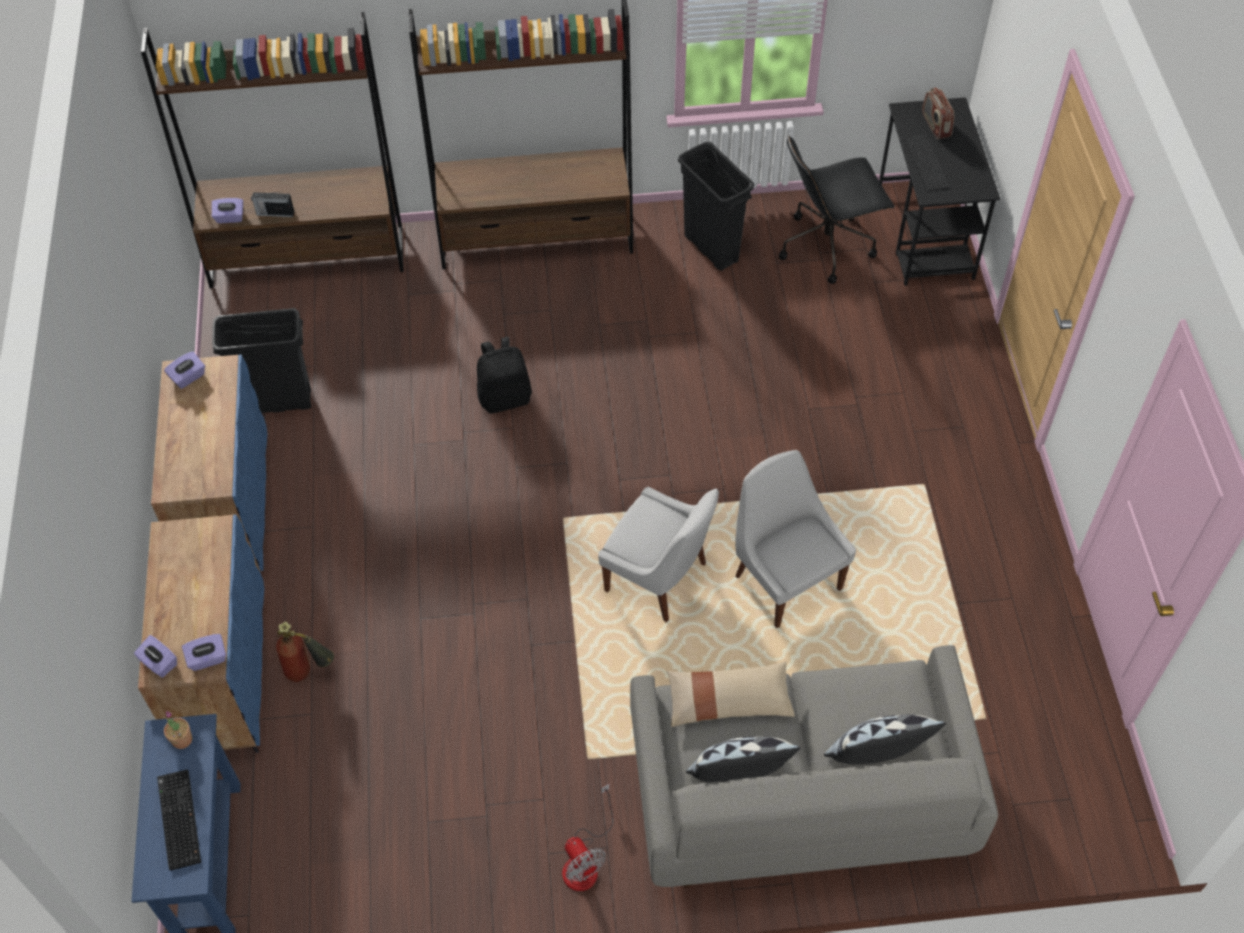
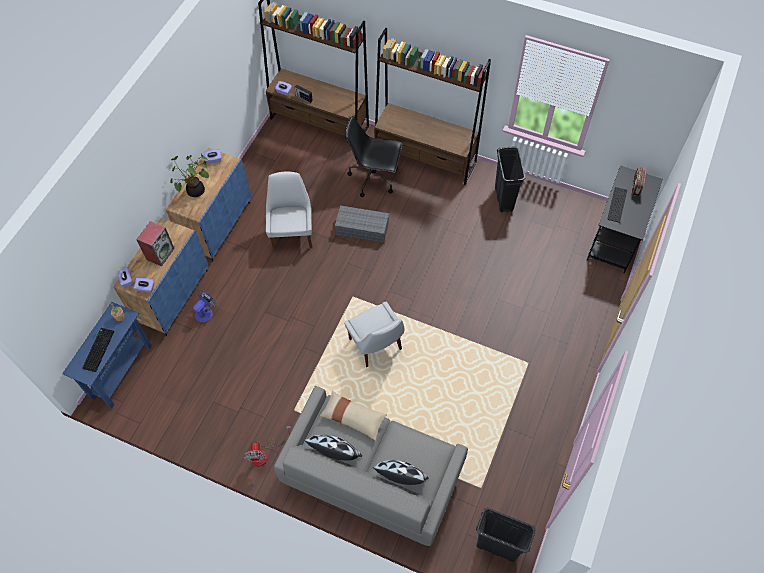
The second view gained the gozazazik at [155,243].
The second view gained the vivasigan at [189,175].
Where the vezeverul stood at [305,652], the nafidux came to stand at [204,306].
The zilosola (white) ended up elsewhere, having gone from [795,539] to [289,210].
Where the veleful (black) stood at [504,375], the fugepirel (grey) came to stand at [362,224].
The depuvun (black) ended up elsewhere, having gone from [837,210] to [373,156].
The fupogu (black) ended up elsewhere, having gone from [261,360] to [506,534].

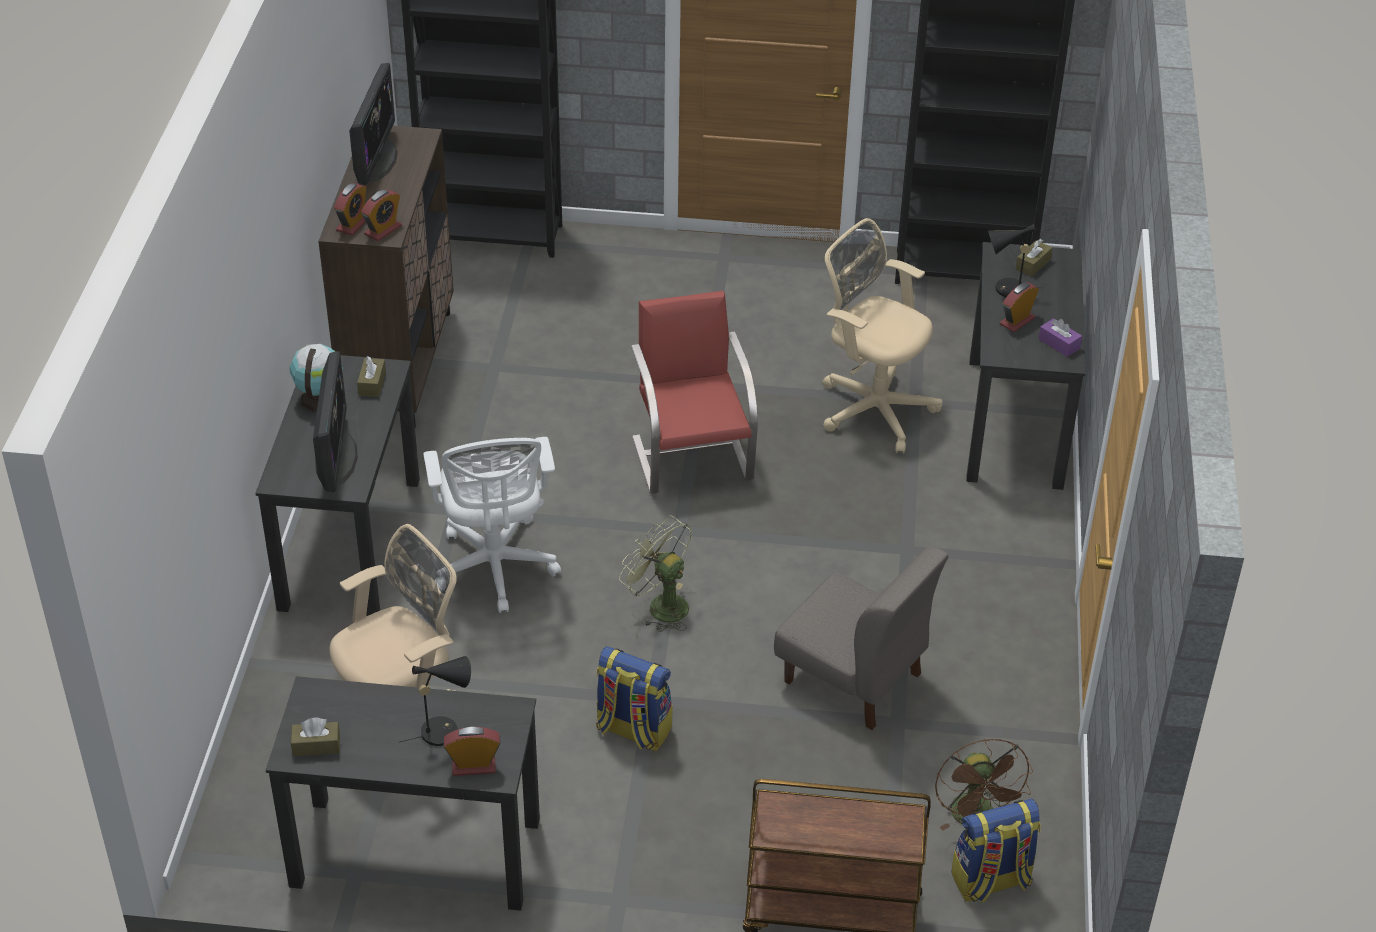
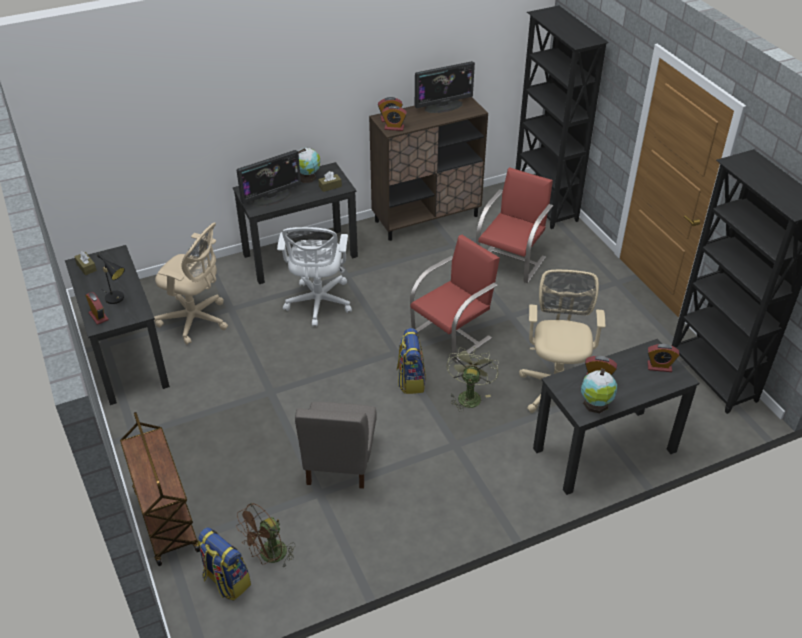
The depuvun (white) at [492,525] ended up facing another way, 45 degrees counterclockwise from before.
The veleful ended up elsewhere, having gone from [634,698] to [411,361].
The nafidux (green) ended up elsewhere, having gone from [655,573] to [473,379].
The second view gained the zilosola (red) at [514,225].
Where the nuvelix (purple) stood at [1060,337], the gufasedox came to stand at [599,391].
Where the nuvelix (brown) stood at [1033,258], the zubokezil came to stand at [663,358].
The second view lost the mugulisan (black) at [1015,260].

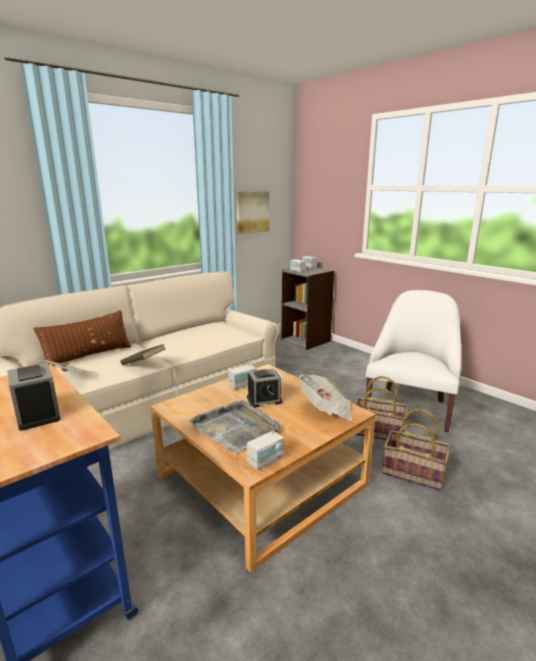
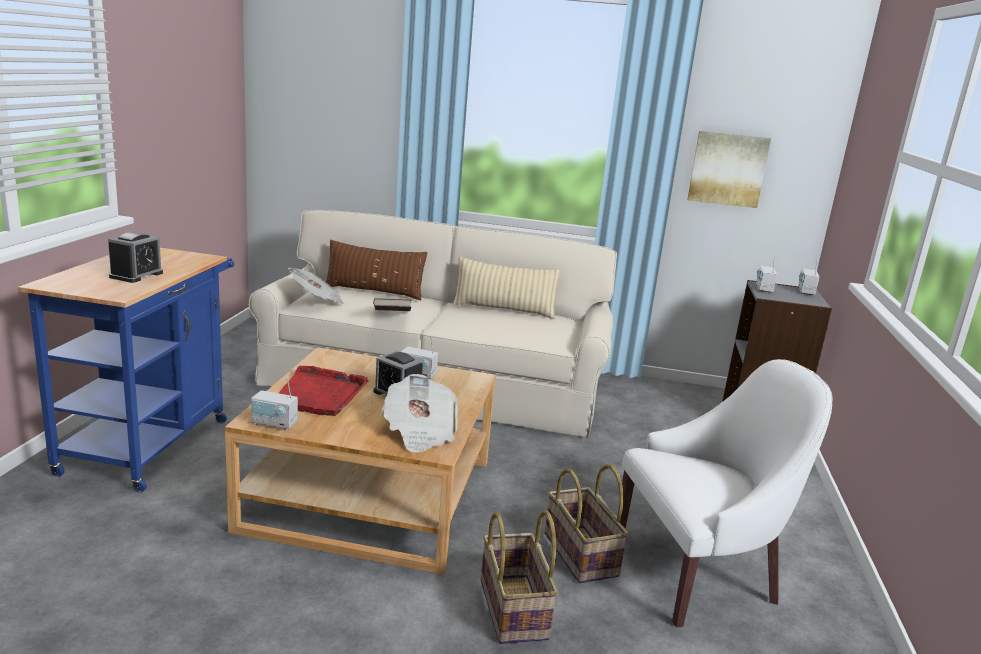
What was the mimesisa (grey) at [234,426] turned into the mimesisa (red) at [324,391].
The second view gained the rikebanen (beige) at [507,288].

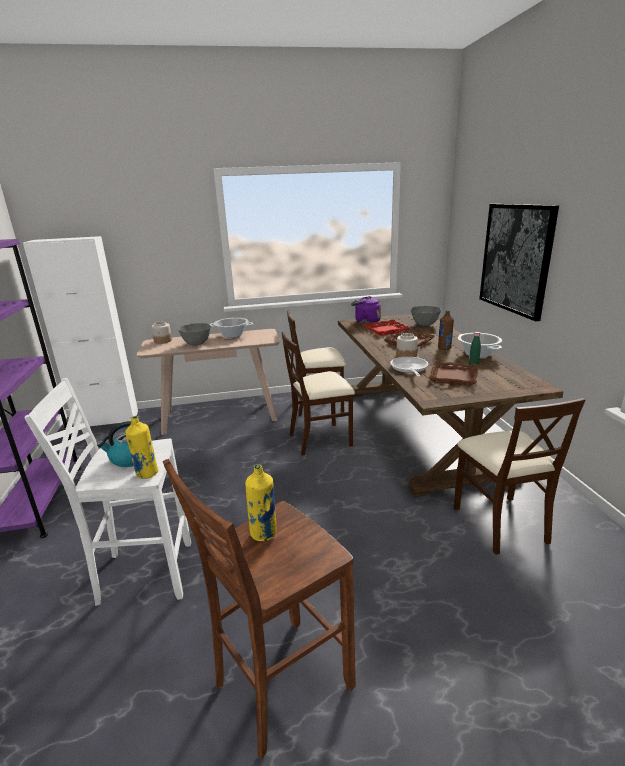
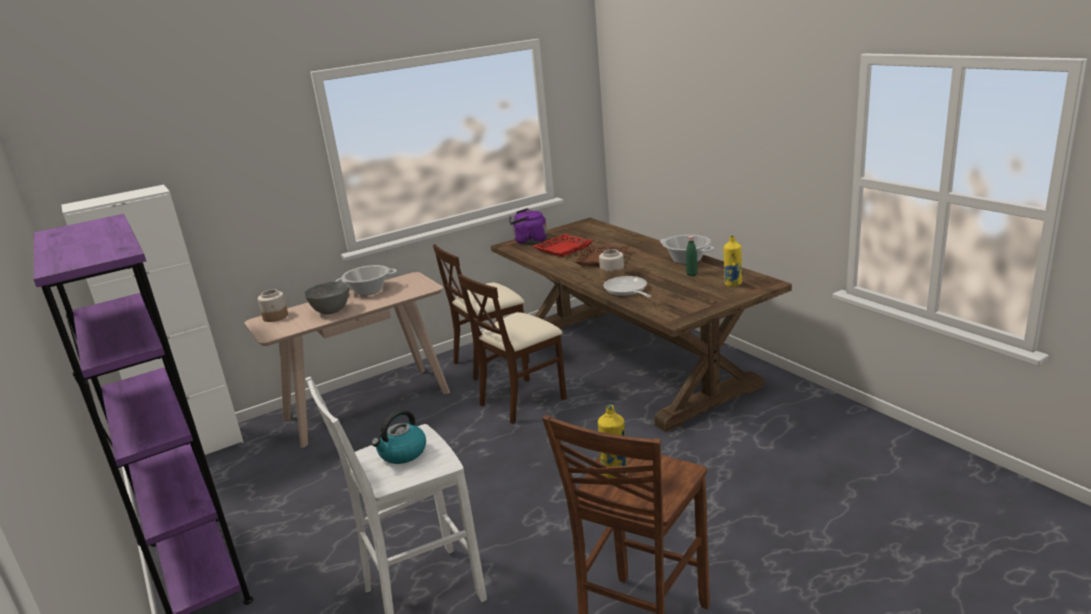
The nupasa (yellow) ended up elsewhere, having gone from [142,447] to [733,261].
The second view lost the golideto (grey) at [426,316].
The second view lost the mimesisa (brown) at [453,373].
The second view lost the nupasa (brown) at [446,330].
The second view lost the zilosola (beige) at [519,476].
The second view lost the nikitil at [519,262].

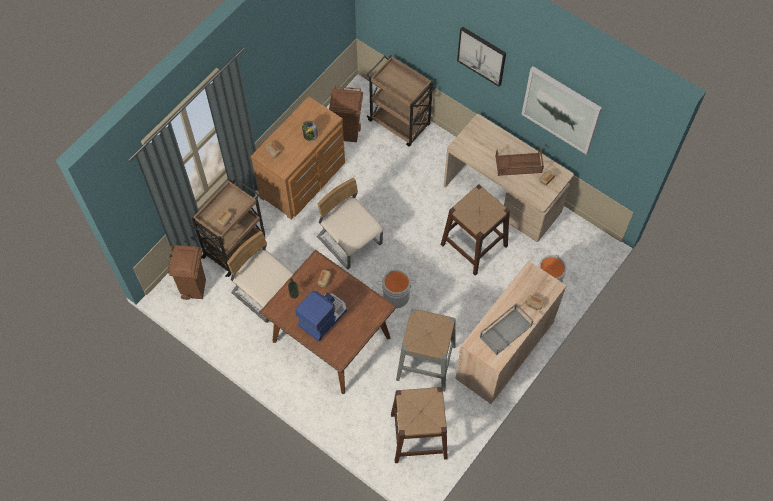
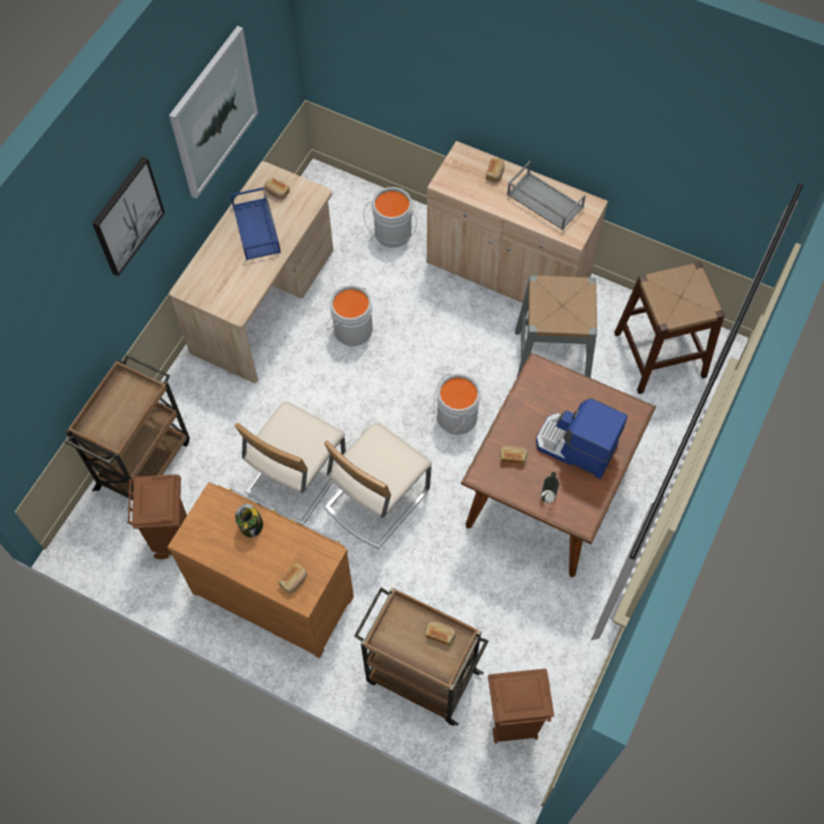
What was the mimesisa (brown) at [519,161] turned into the mimesisa (blue) at [255,223].
The zilosola (beige) ended up elsewhere, having gone from [260,277] to [290,463].
Where the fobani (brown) stood at [475,230], the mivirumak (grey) came to stand at [349,315].

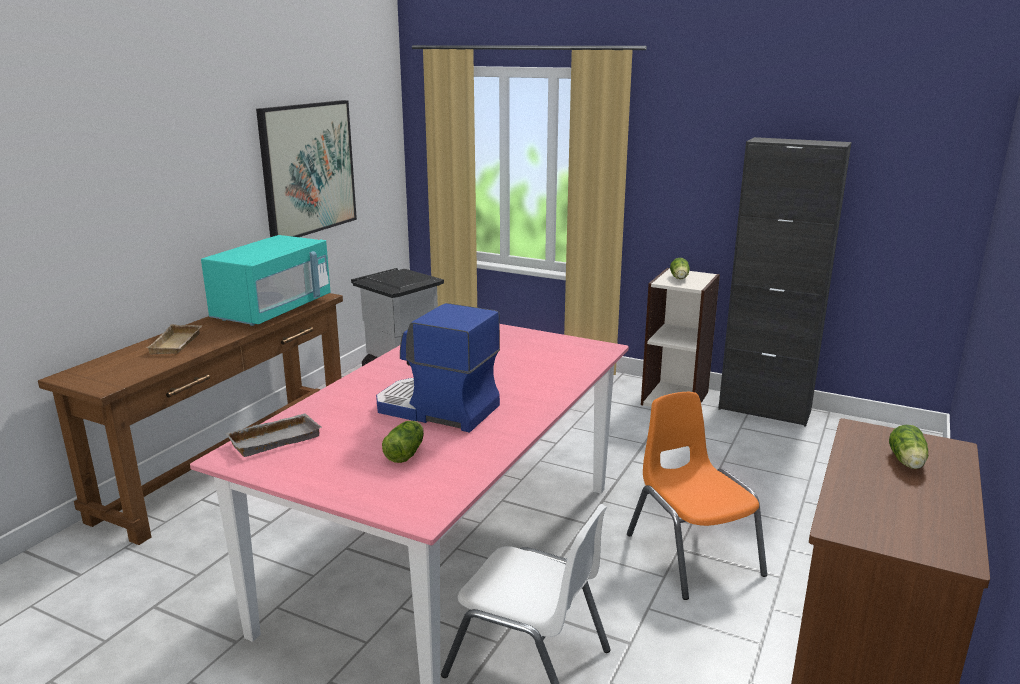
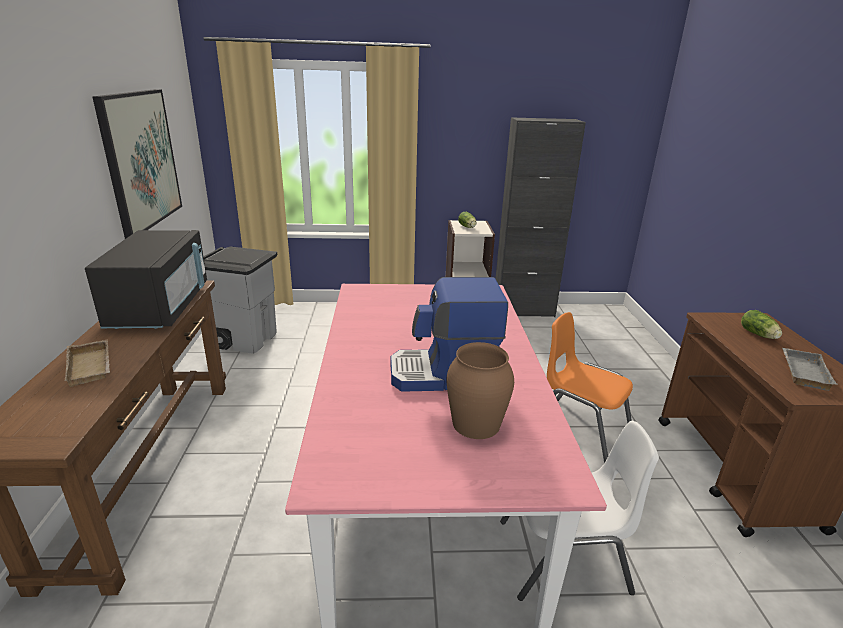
What was the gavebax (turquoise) at [265,280] turned into the gavebax (black) at [146,279].
Where the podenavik stood at [403,442], the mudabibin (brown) came to stand at [480,390].
The mimesisa (grey) ended up elsewhere, having gone from [273,435] to [810,369].

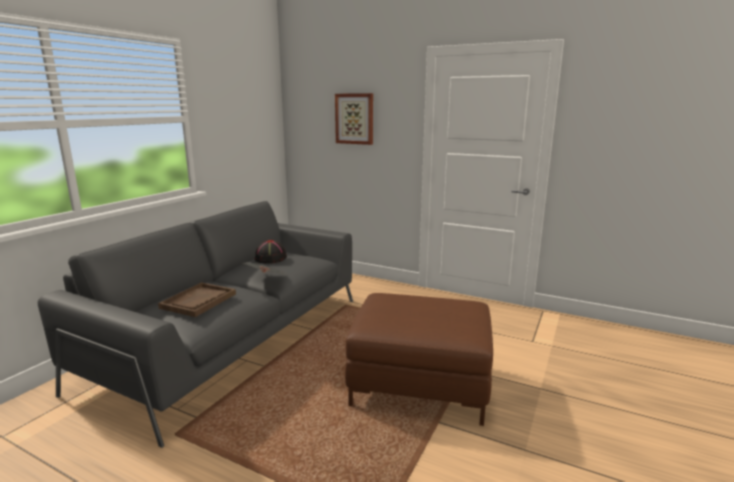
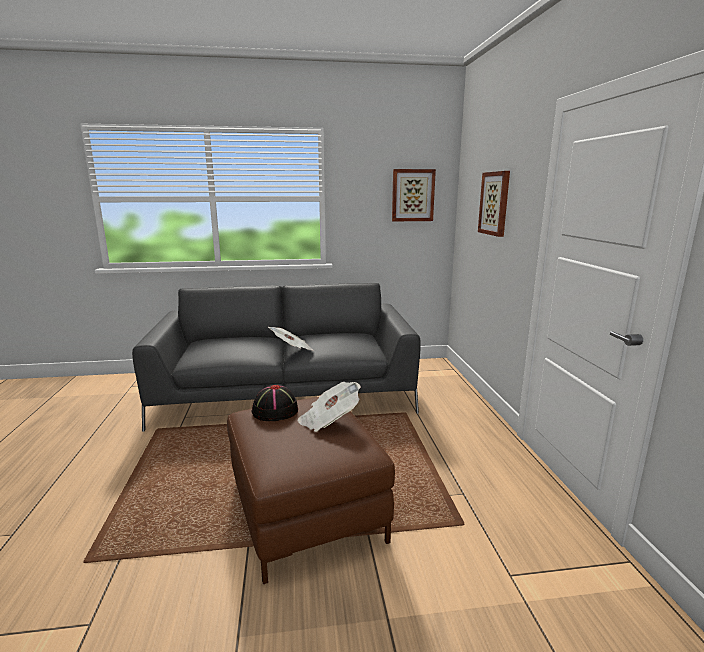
The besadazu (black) ended up elsewhere, having gone from [271,252] to [274,403].
The second view gained the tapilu at [329,407].
The second view gained the nikitil at [414,195].
The second view lost the mimesisa (brown) at [197,299].

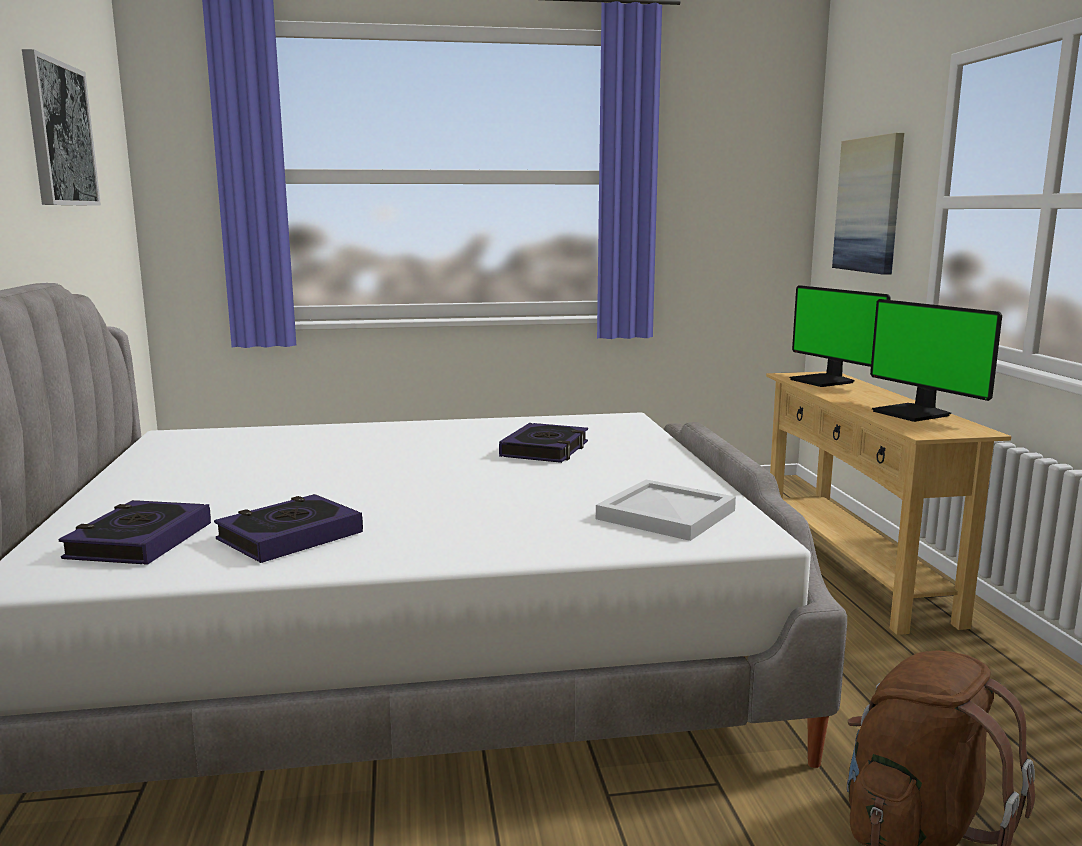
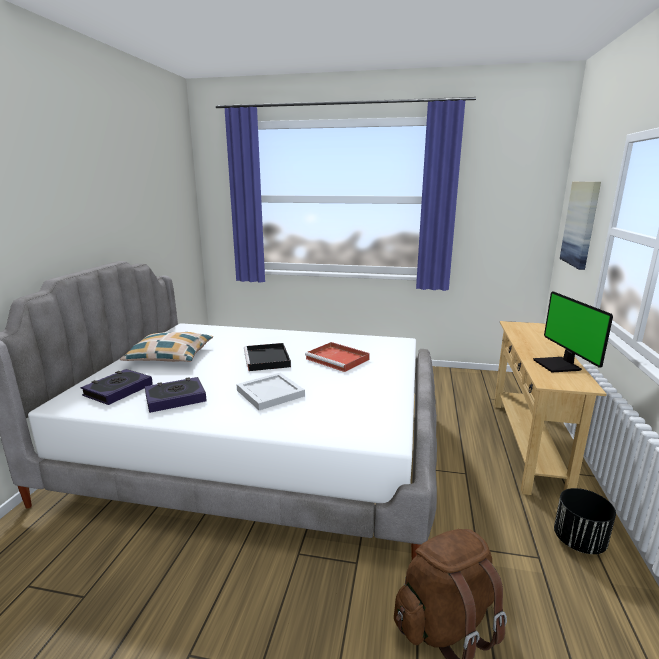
The second view gained the rikebanen at [166,347].
The mimesisa (white) ended up elsewhere, having gone from [666,510] to [270,391].
The second view gained the mimesisa (black) at [267,357].
Where the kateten stood at [543,443], the mimesisa (red) came to stand at [337,357].
The second view gained the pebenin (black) at [585,521].
The second view lost the nikitil at [61,127].
The second view lost the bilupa at [840,336].

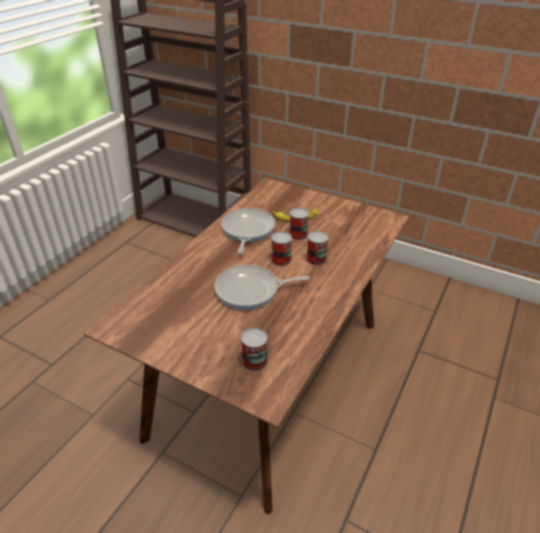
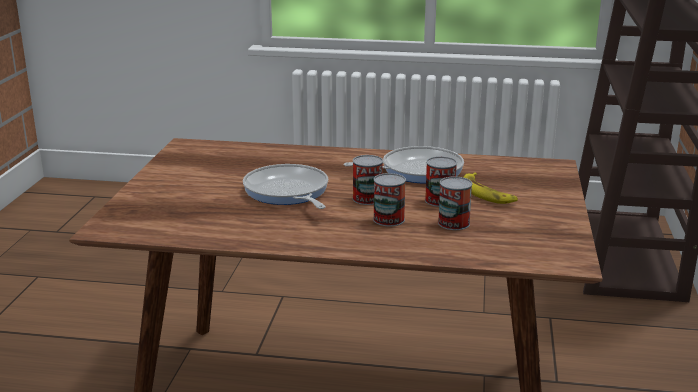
The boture ended up elsewhere, having gone from [254,350] to [455,203].

